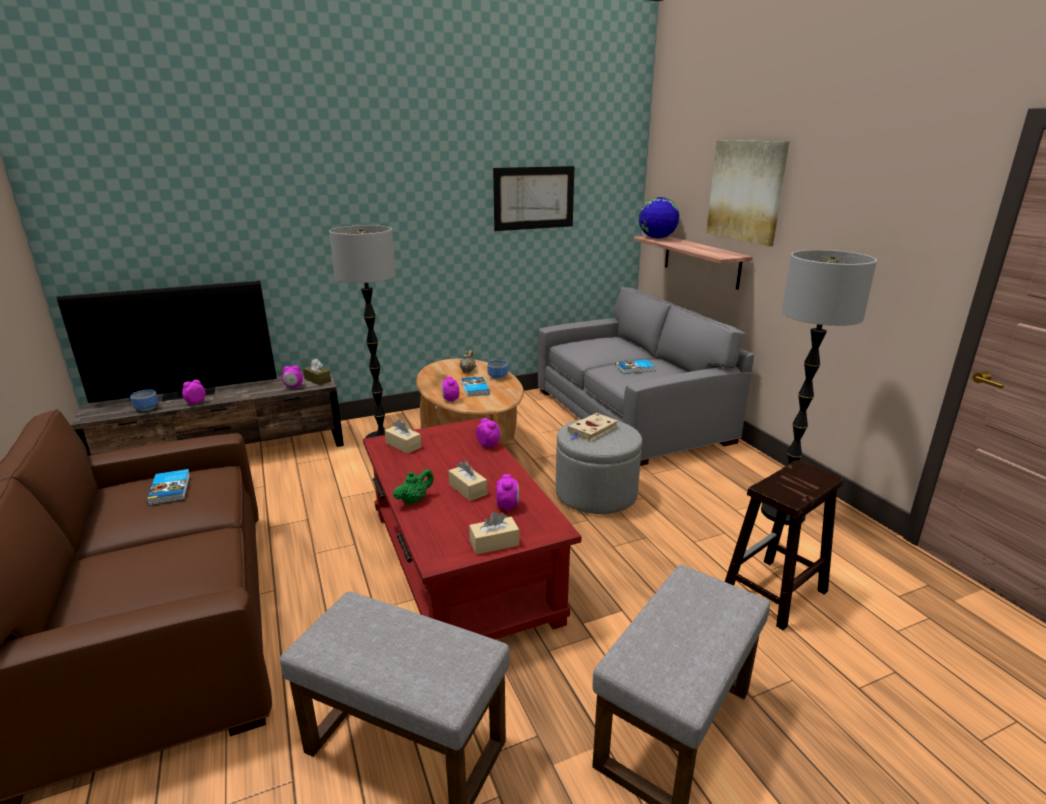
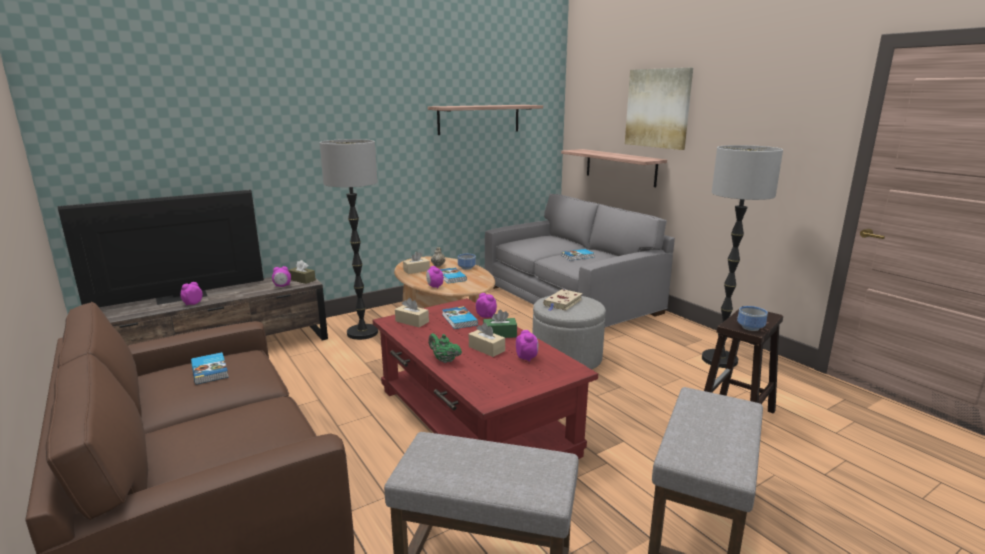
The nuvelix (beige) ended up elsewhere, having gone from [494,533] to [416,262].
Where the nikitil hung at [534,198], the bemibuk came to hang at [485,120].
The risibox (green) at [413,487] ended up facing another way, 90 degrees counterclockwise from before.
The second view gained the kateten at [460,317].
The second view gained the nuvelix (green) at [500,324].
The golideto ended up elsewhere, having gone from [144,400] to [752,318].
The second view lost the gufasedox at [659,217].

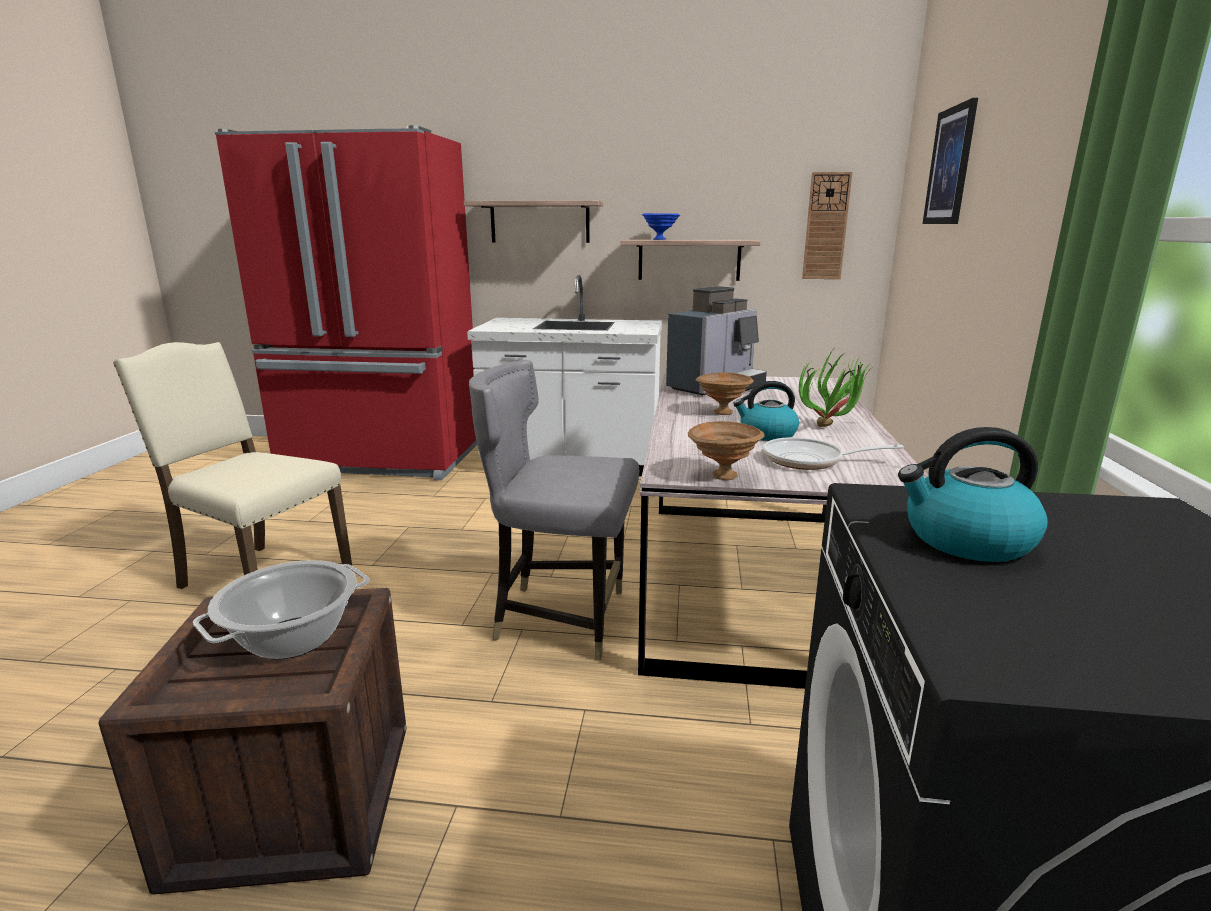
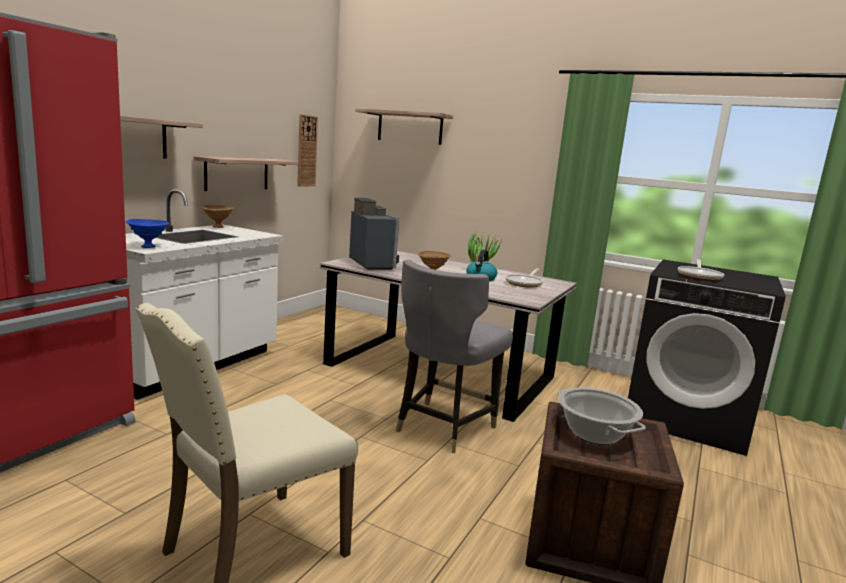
The golideto (blue) ended up elsewhere, having gone from [661,226] to [148,233].
The golideto (brown) ended up elsewhere, having gone from [726,450] to [217,216].
Where the nikitil hung at [950,161], the bemibuk came to hang at [404,126].
Where the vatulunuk stood at [973,494], the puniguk came to stand at [701,270].

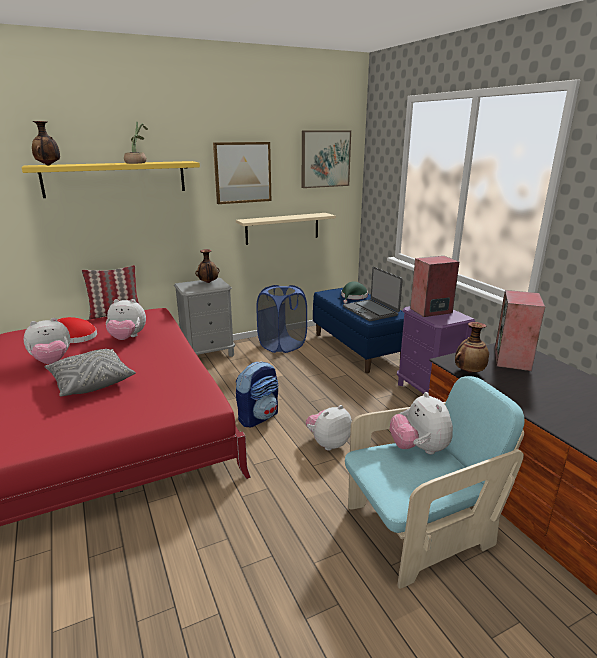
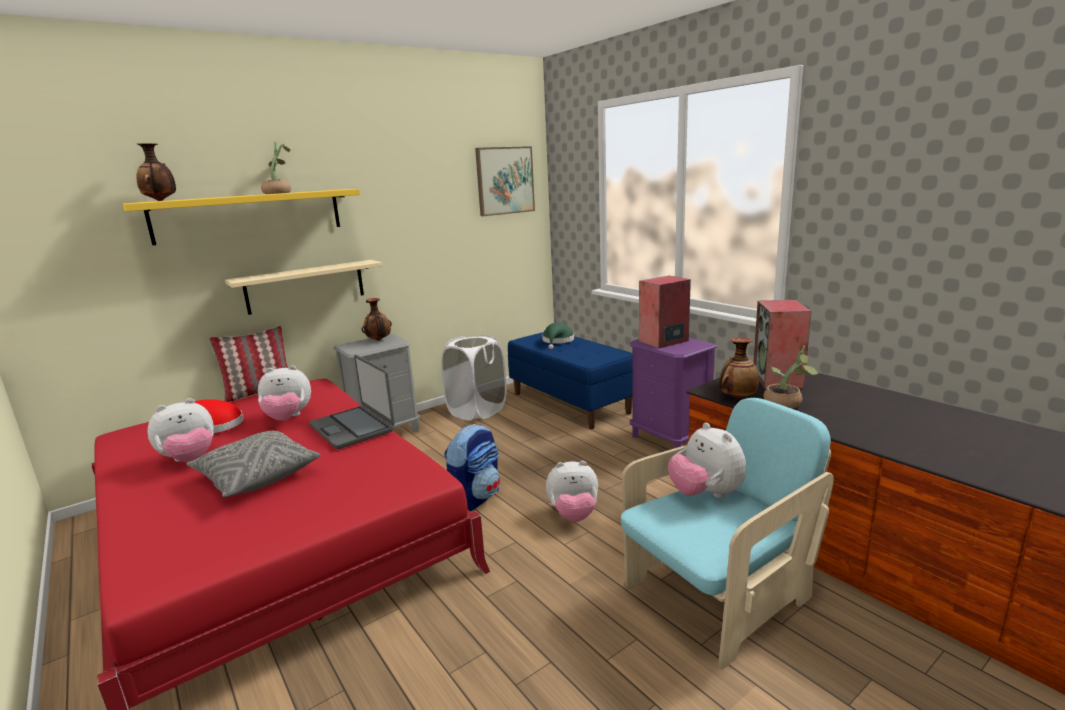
The bemibuk (beige) ended up elsewhere, having gone from [286,229] to [304,287].
The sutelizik ended up elsewhere, having gone from [373,294] to [352,402].
What was the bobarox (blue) at [281,319] turned into the bobarox (white) at [473,377].
The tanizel at [329,428] ended up facing another way, 135 degrees counterclockwise from before.
The second view gained the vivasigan at [791,377].
The second view lost the nikitil at [242,173].

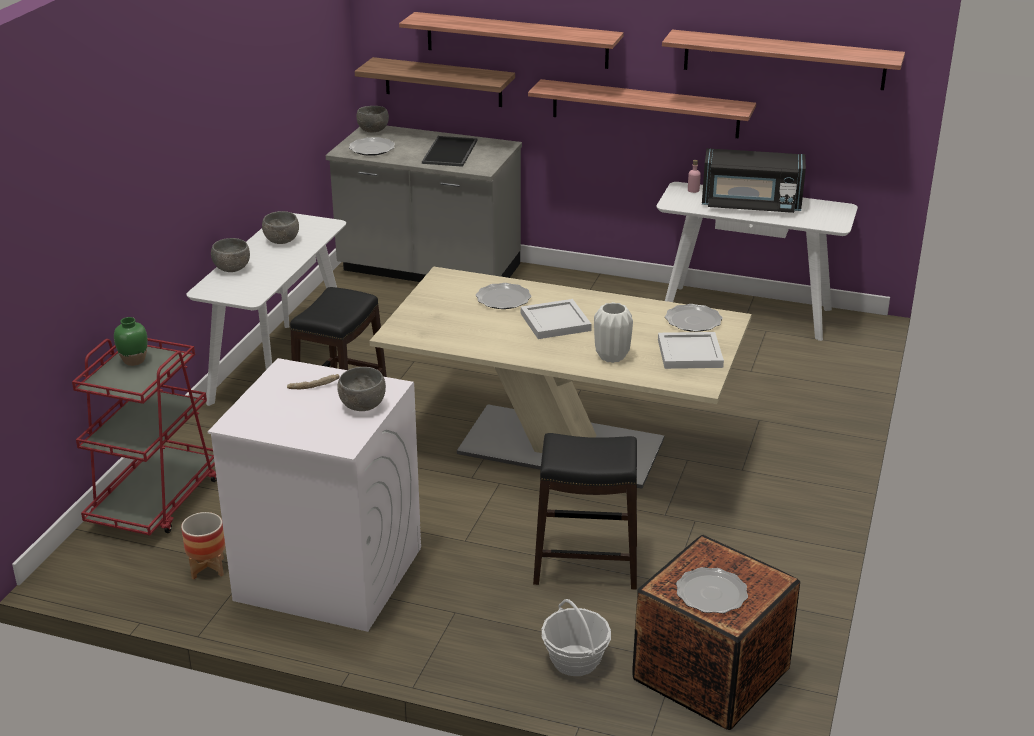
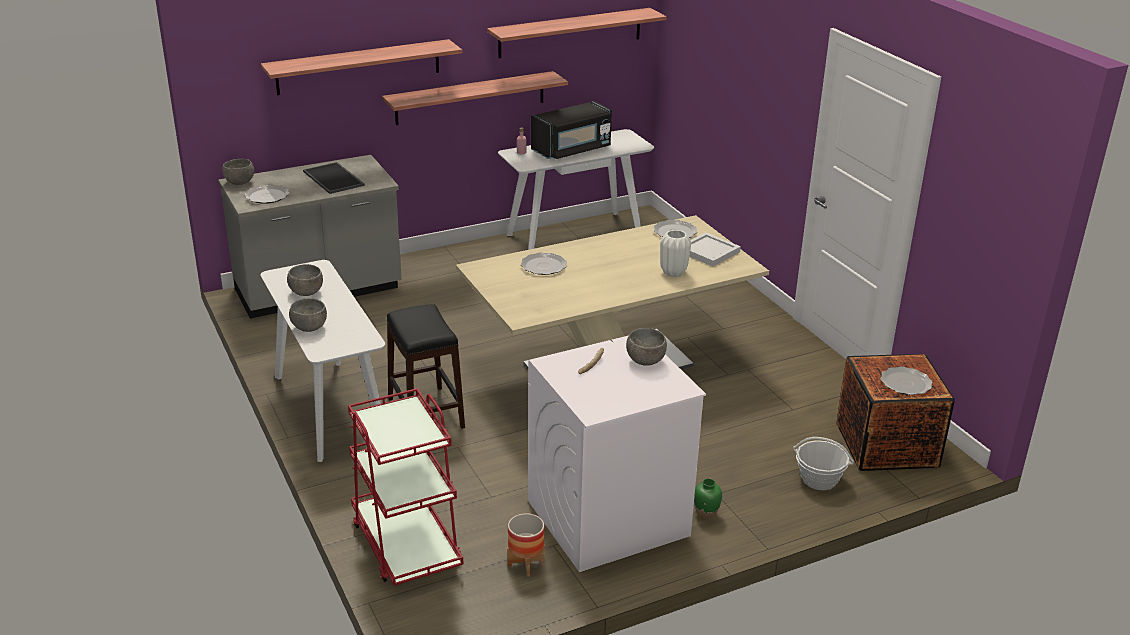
The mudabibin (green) ended up elsewhere, having gone from [131,341] to [708,499].
The second view lost the bemibuk at [435,82].
The second view lost the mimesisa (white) at [556,319].
The second view lost the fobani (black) at [585,511].

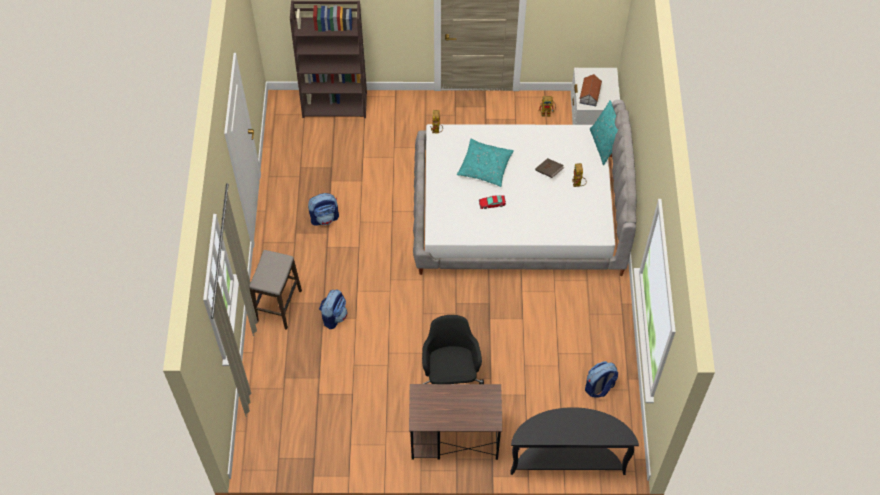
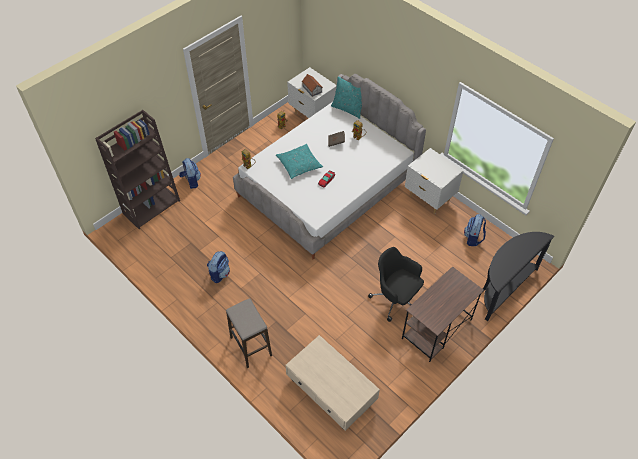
The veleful ended up elsewhere, having gone from [333,309] to [190,173].
The second view gained the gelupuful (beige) at [333,383].
The second view gained the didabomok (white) at [434,181].

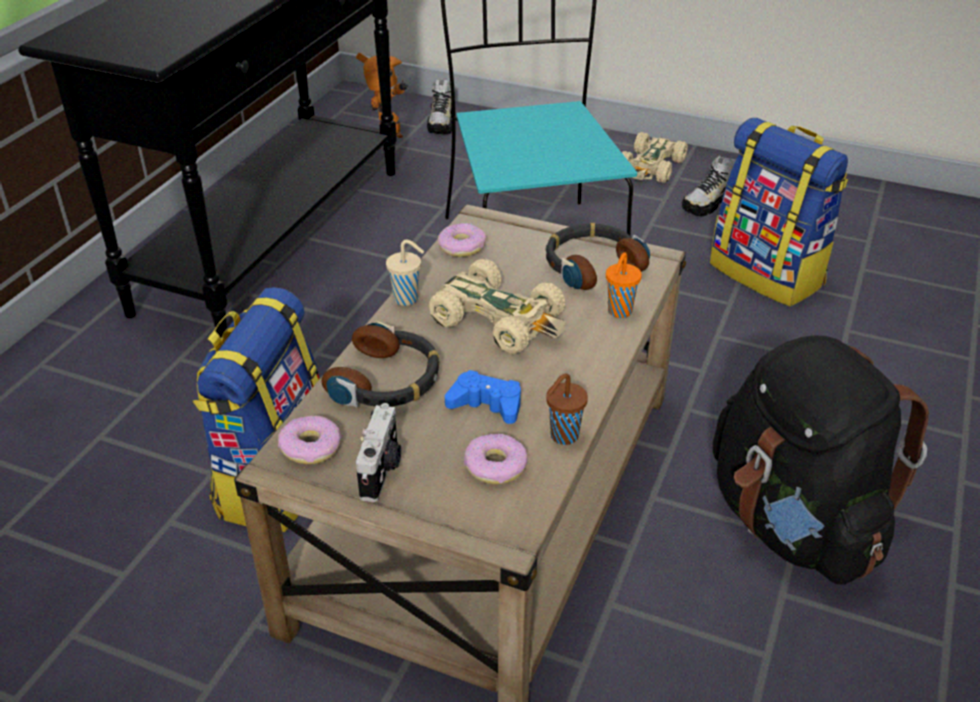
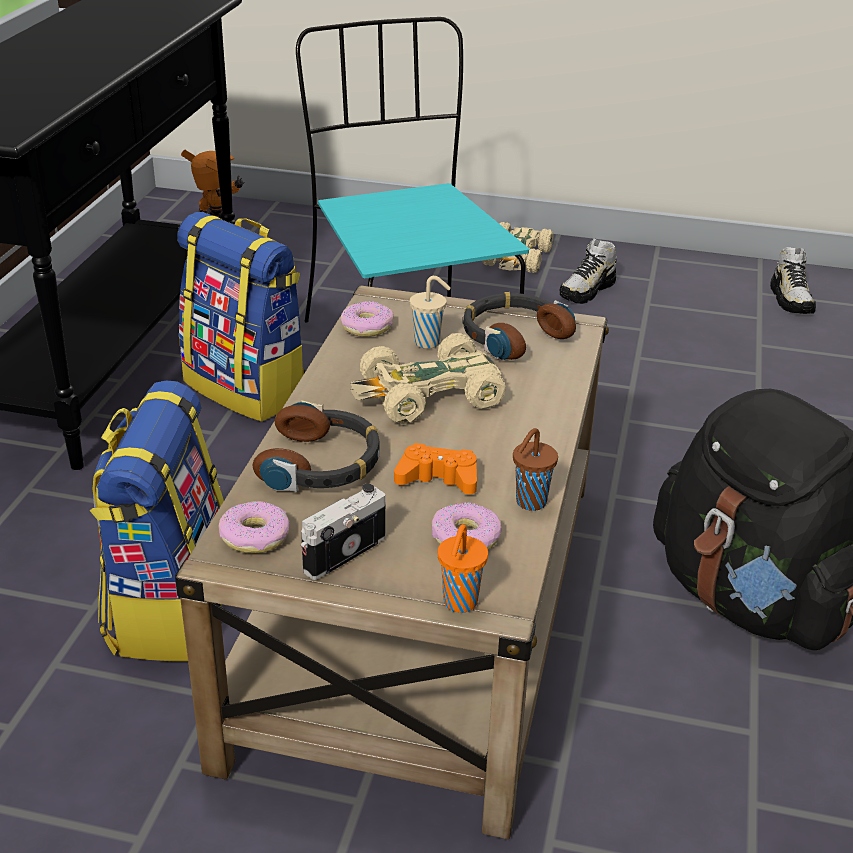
The veleful ended up elsewhere, having gone from [779,212] to [241,317].
The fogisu at [378,452] ended up facing another way, 135 degrees counterclockwise from before.
The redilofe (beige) at [497,306] ended up facing another way, 135 degrees clockwise from before.
What was the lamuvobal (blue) at [483,397] turned into the lamuvobal (orange) at [435,468].
The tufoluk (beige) ended up elsewhere, having gone from [405,273] to [430,312].
The tufoluk (orange) ended up elsewhere, having gone from [624,285] to [463,568].
The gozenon ended up elsewhere, having gone from [439,107] to [793,280].

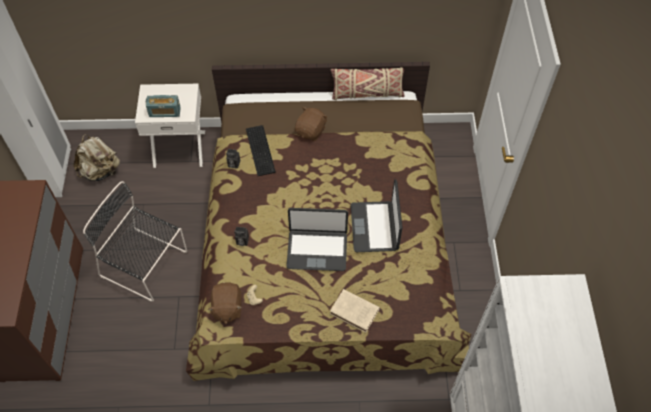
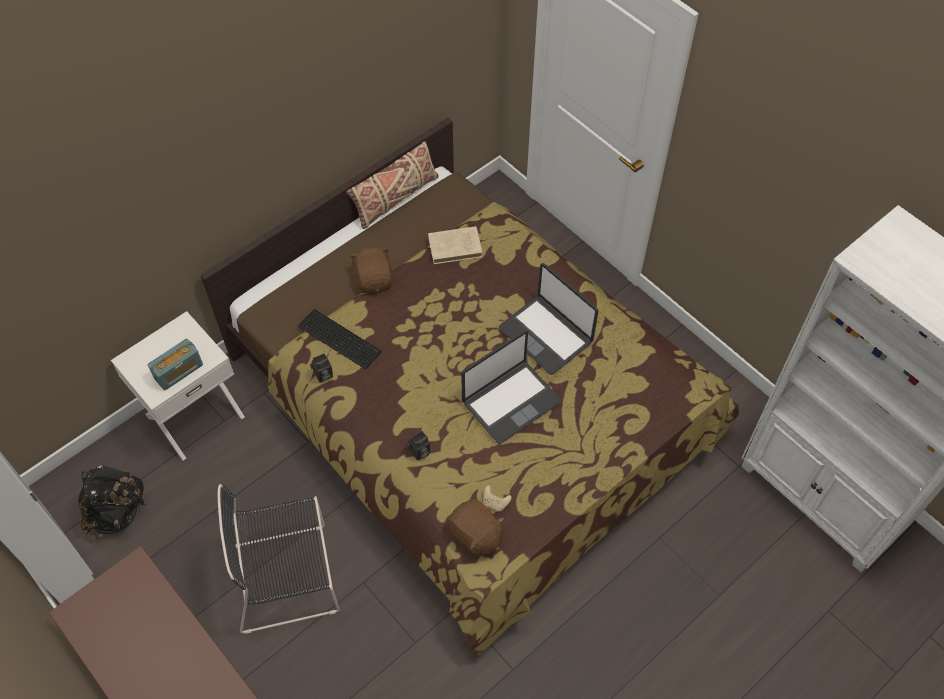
What was the veleful (beige) at [96,157] turned into the veleful (black) at [112,502].
The kateten (beige) ended up elsewhere, having gone from [355,311] to [455,245].

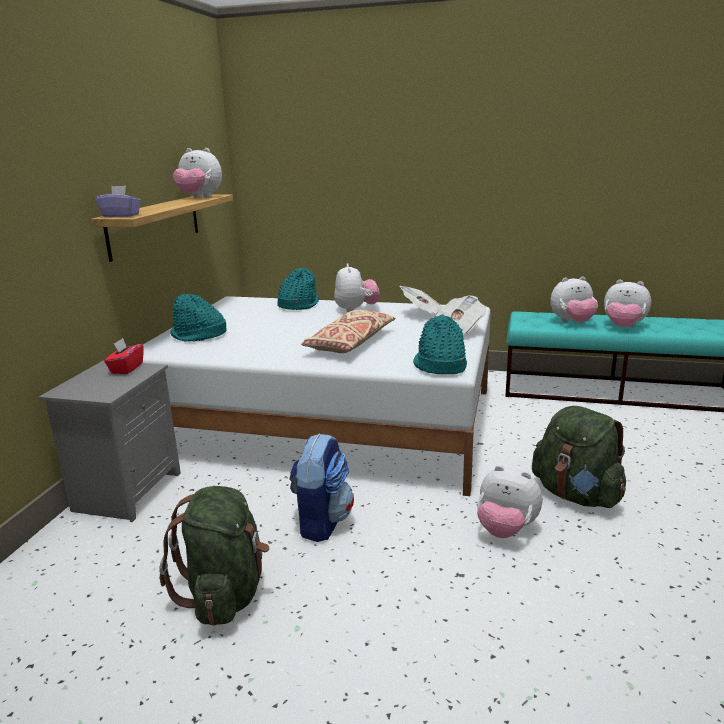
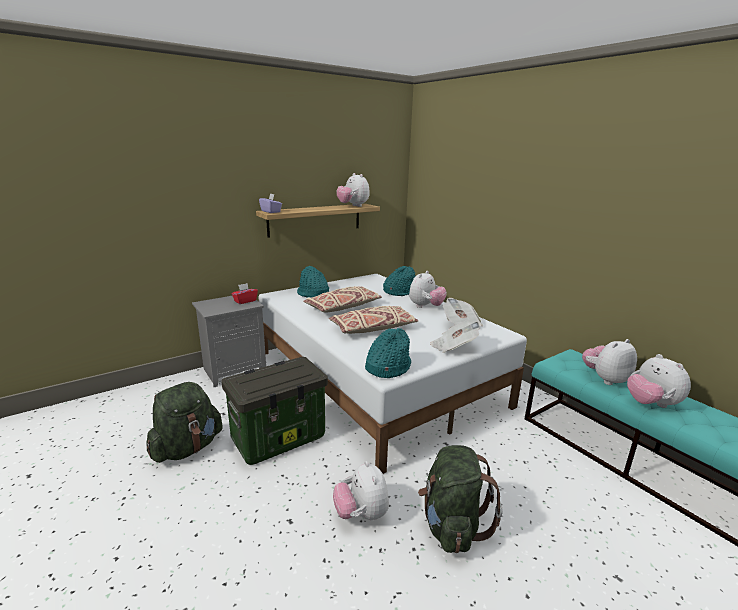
Where the veleful stood at [321,488], the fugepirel came to stand at [274,411].
The second view gained the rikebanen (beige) at [342,299].
The tanizel at [574,299] ended up facing another way, 120 degrees clockwise from before.

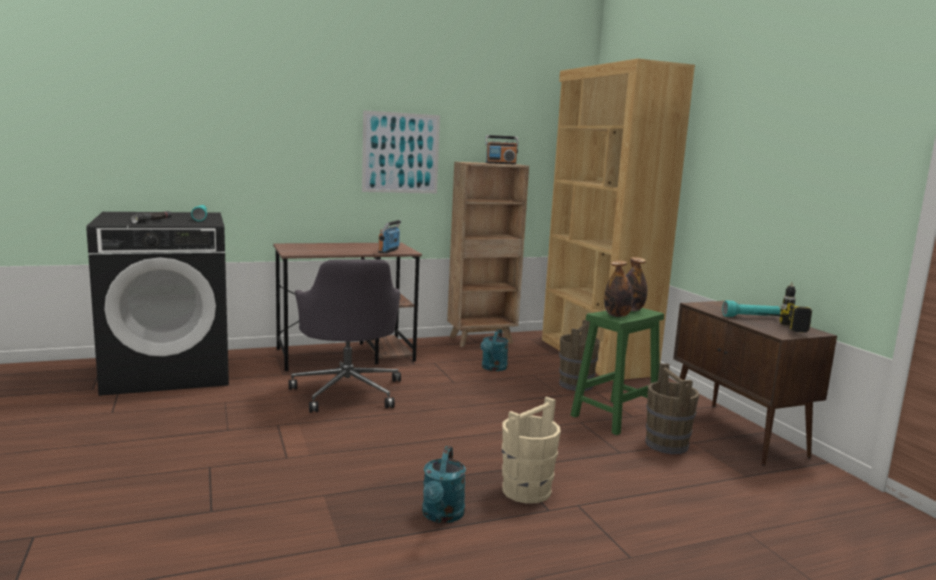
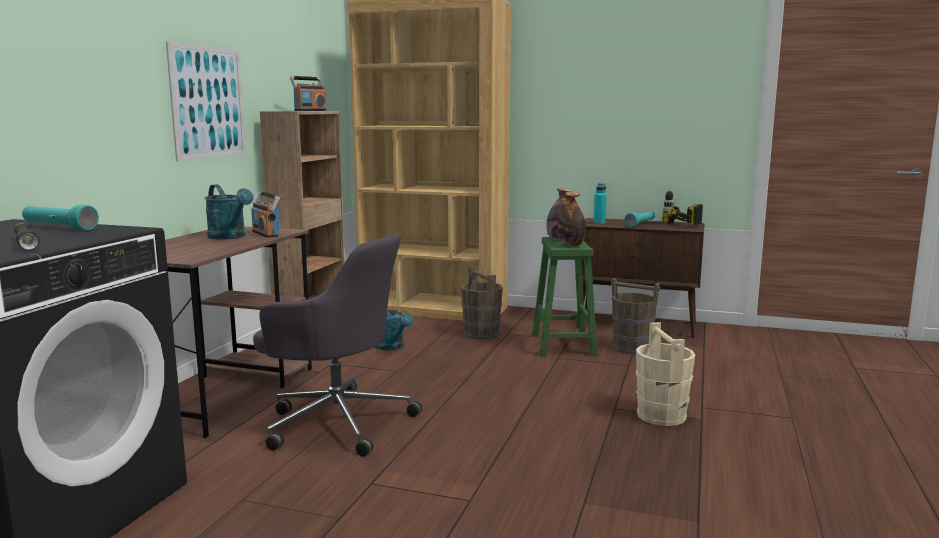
The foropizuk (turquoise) ended up elsewhere, having gone from [444,484] to [229,212].
The second view gained the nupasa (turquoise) at [600,203].

